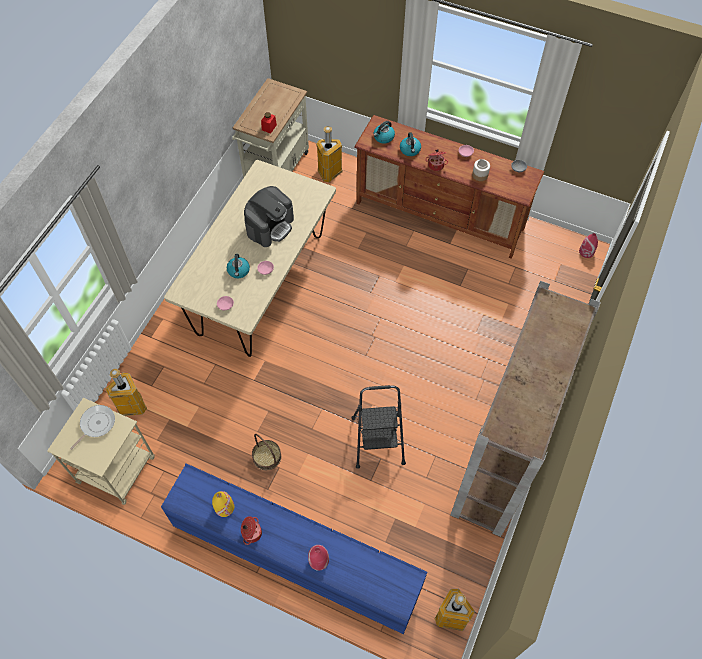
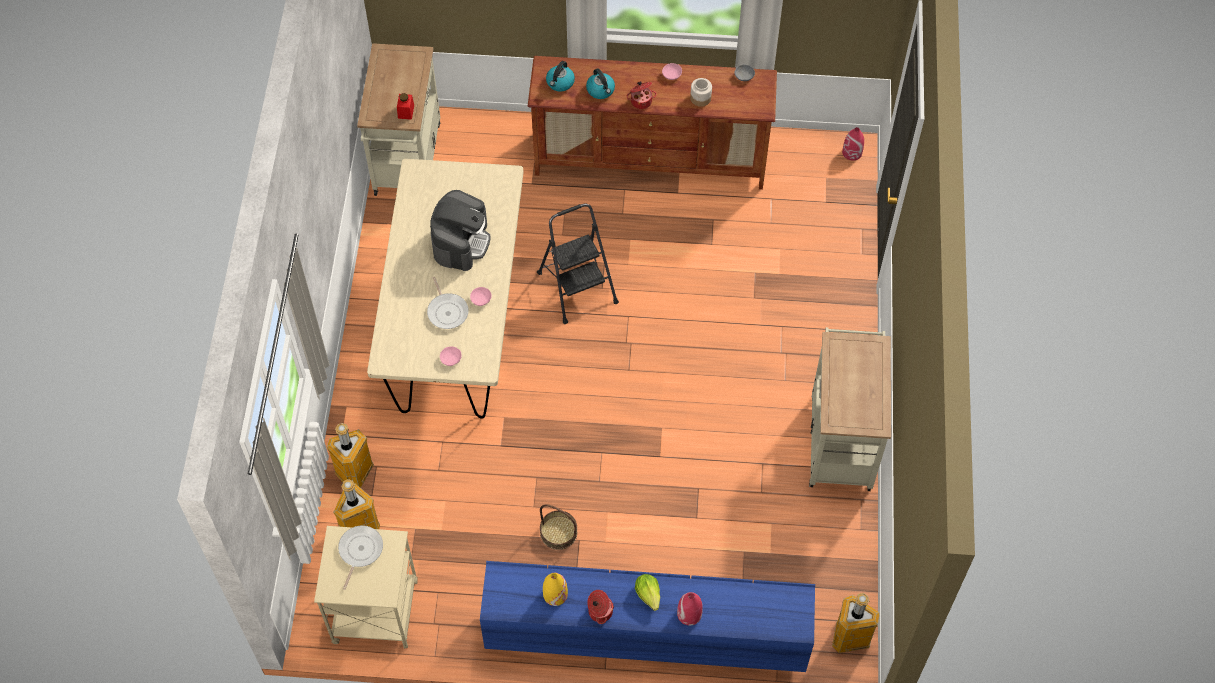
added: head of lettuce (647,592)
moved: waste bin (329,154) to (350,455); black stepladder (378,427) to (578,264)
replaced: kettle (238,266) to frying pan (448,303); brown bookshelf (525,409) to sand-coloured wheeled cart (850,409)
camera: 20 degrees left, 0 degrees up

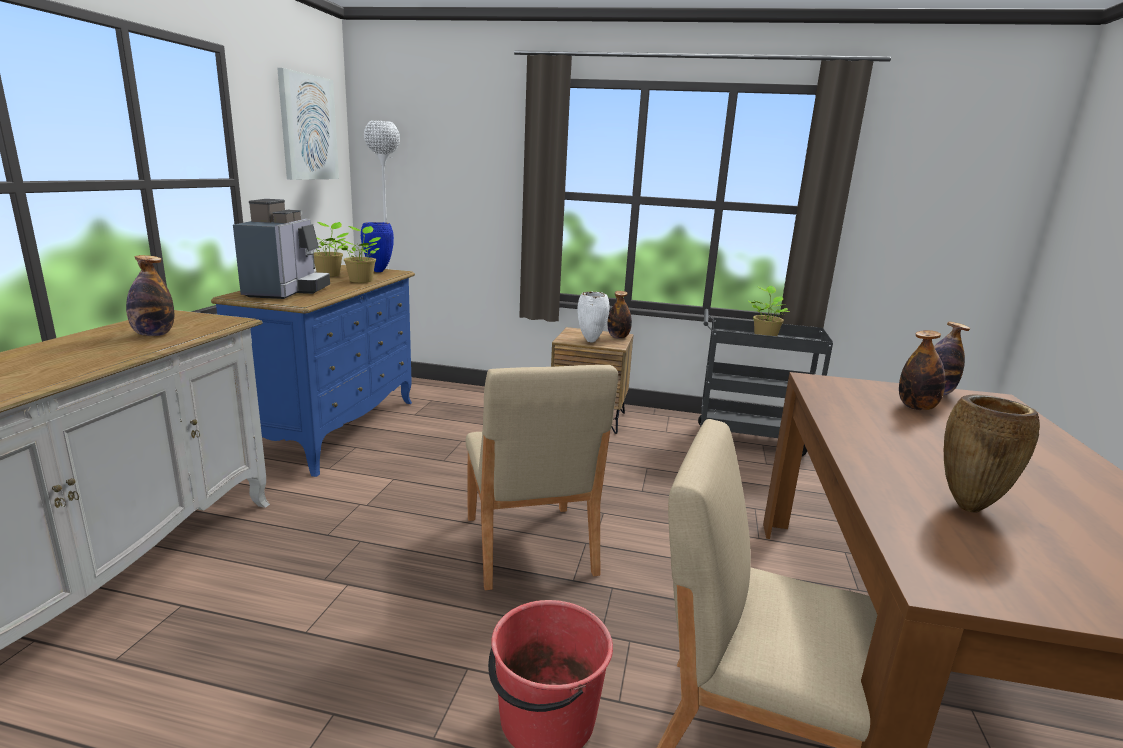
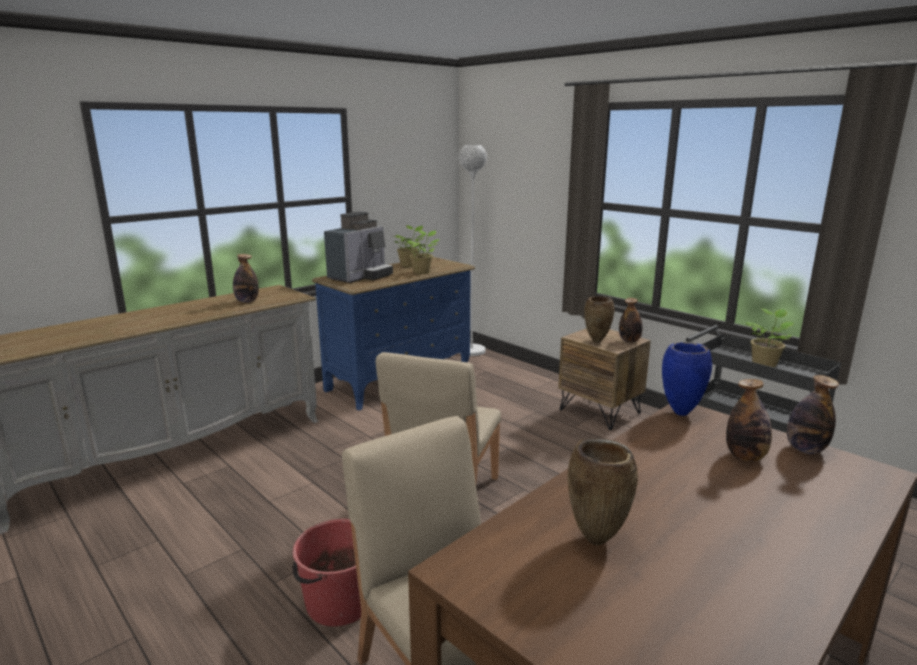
removed: picture (308,124)
moved: blue flower vase (377,247) to (687,379)
recoloured: white-coloured flower vase (593,317) to brown flower vase (599,319)
camera: 35 degrees right, 0 degrees up

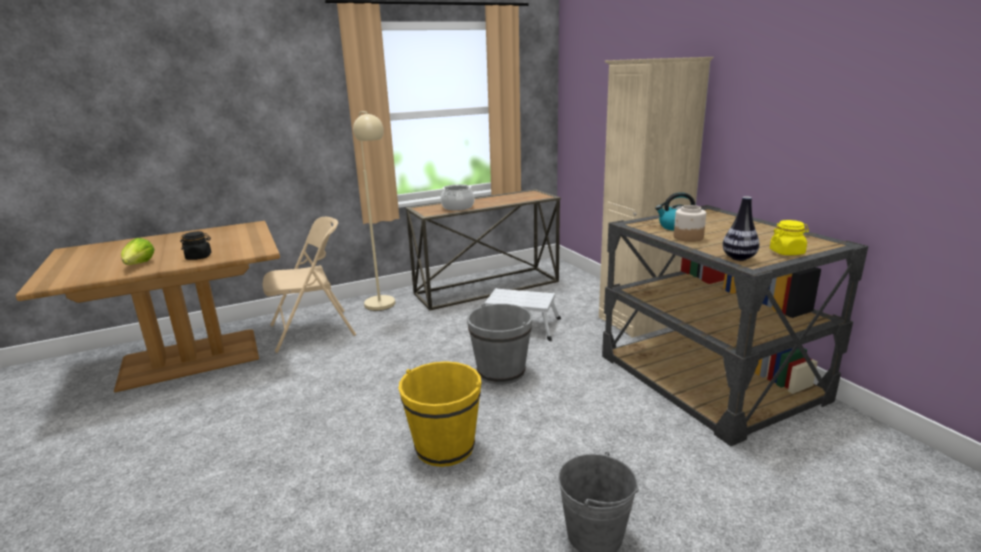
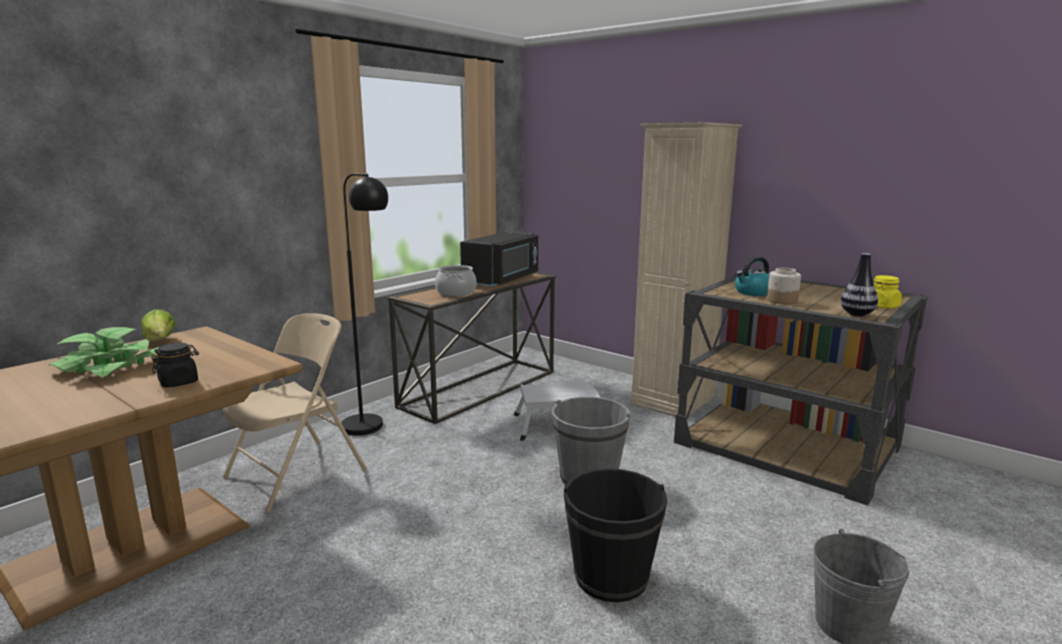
added: plant in a pot (104,352); black microwave (499,259)
moved: head of lettuce (138,251) to (158,325)
recoloured: sand-coloured standing lamp (374,211) to black standing lamp (364,304); yellow pail (440,414) to black pail (615,535)
camera: 25 degrees left, 5 degrees down

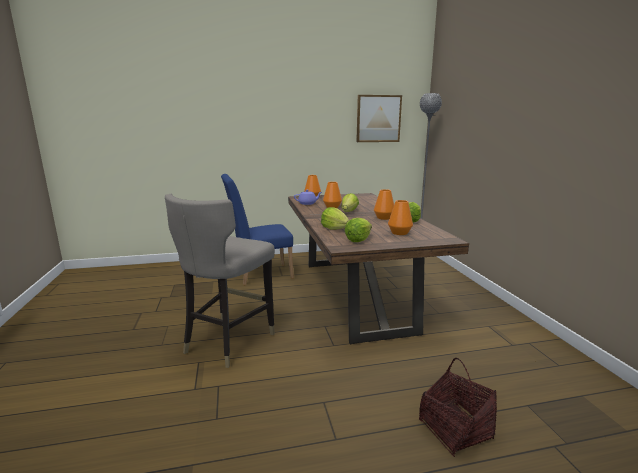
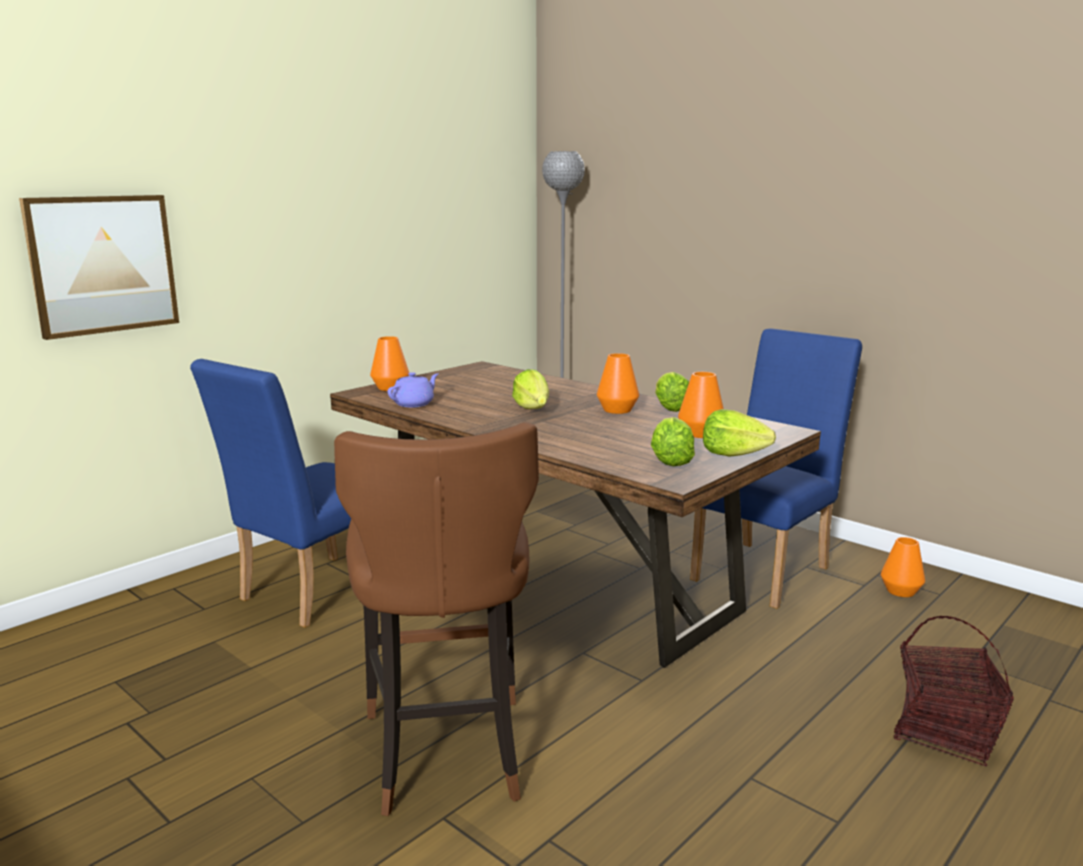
added: blue plain chair (776,468)
moved: head of lettuce (335,218) to (739,433); orange-coloured flower vase (332,195) to (903,567); picture (379,118) to (99,267)
recoloured: grey sitting stool (220,281) to brown sitting stool (436,619)
camera: 35 degrees left, 0 degrees up

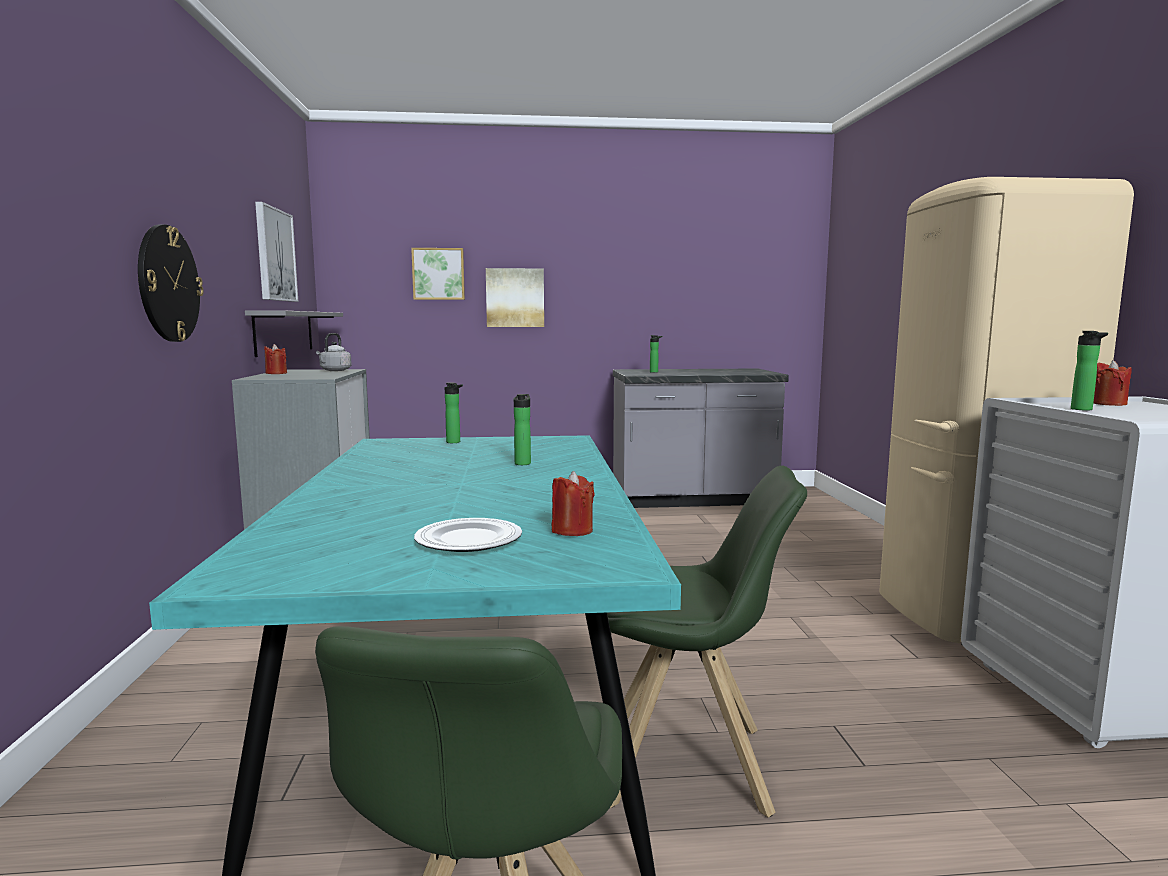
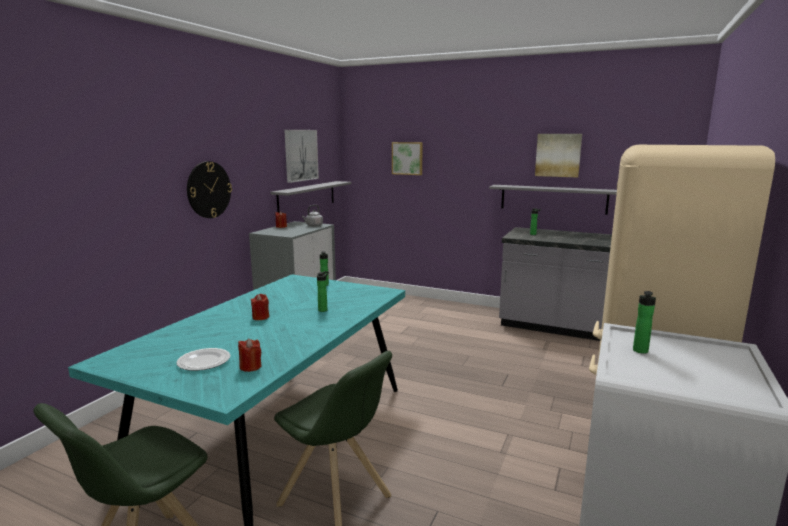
added: grey wall shelf (553,200)
moved: picture (515,297) to (558,156); reddish wax candle (1112,383) to (260,307)
camera: 30 degrees right, 5 degrees up

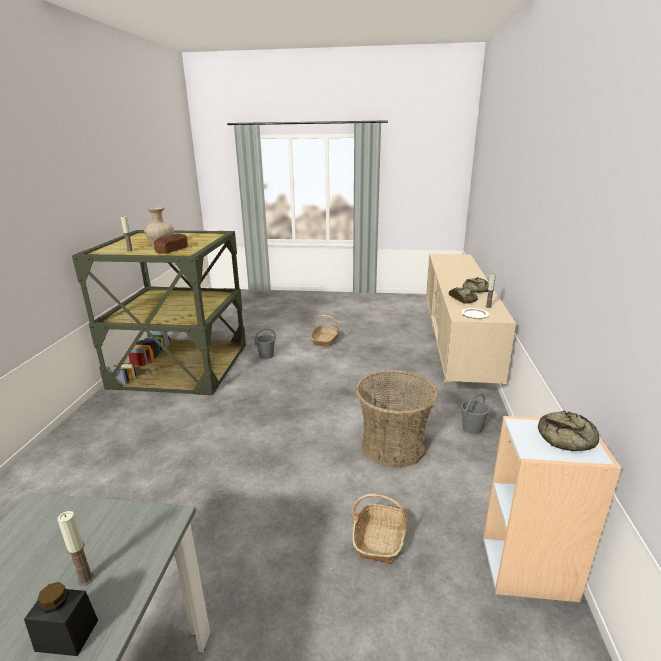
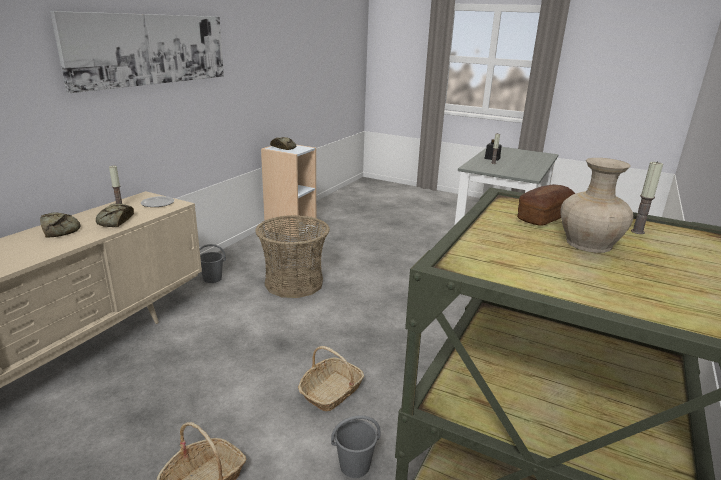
added: picture (137,52)
moved: storage basket (380,529) to (331,378)
camera: 160 degrees left, 0 degrees up

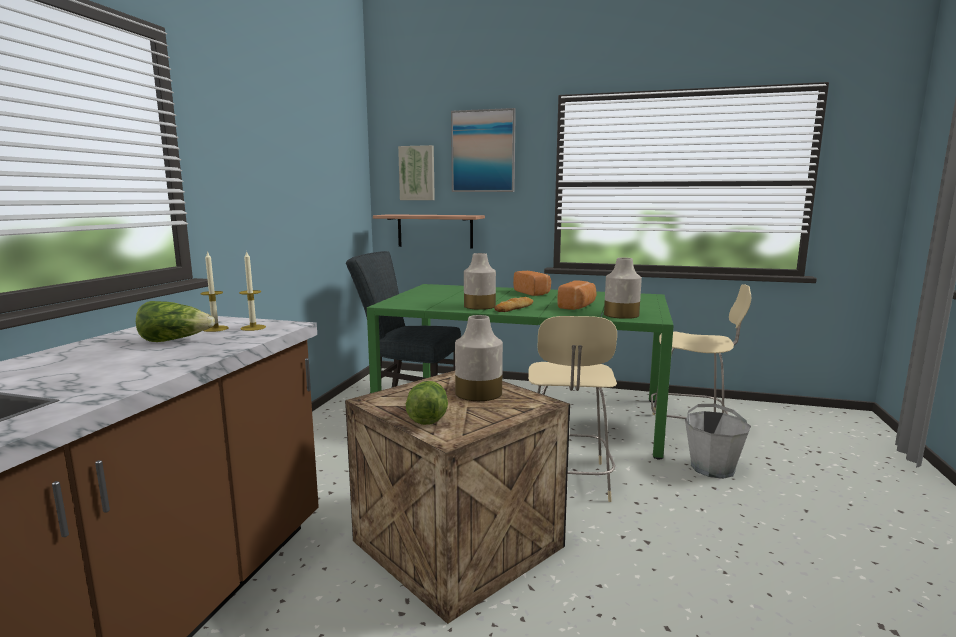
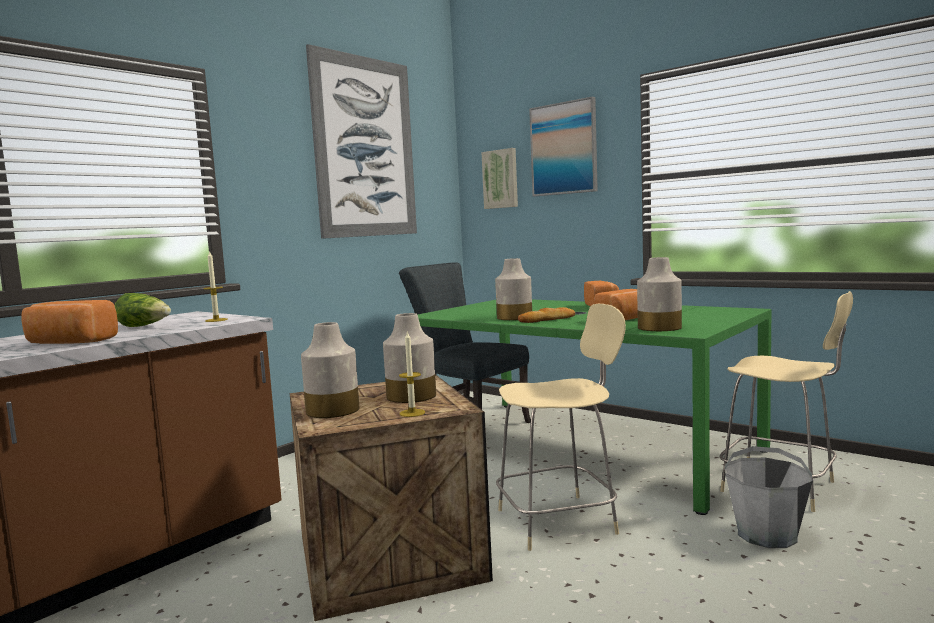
removed: wall shelf (429,231)
added: bakery bread (69,322); picture (361,141)
moved: wax candle (214,291) to (412,374)
replaced: head of lettuce (427,403) to sand-coloured flower vase (330,370)
turned: sand-coloured plain chair (572,409) = (561,427) 135 degrees counterclockwise
camera: 25 degrees right, 5 degrees down

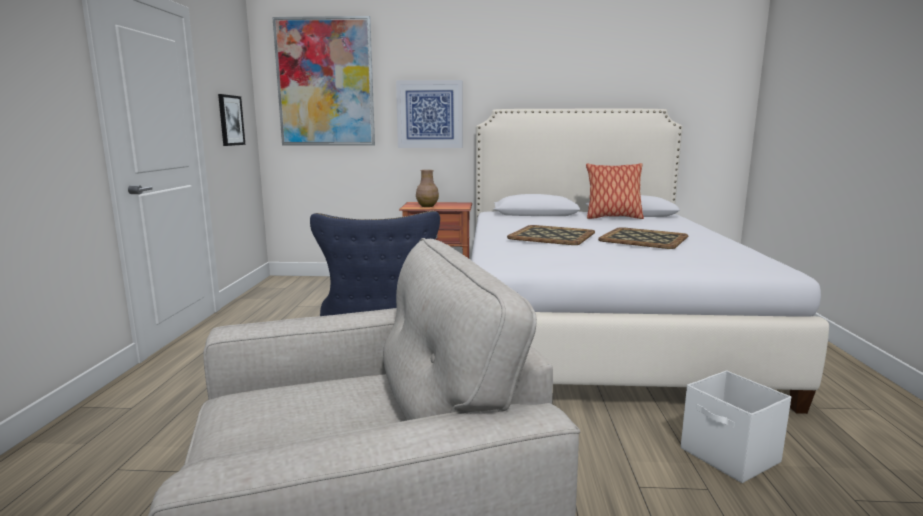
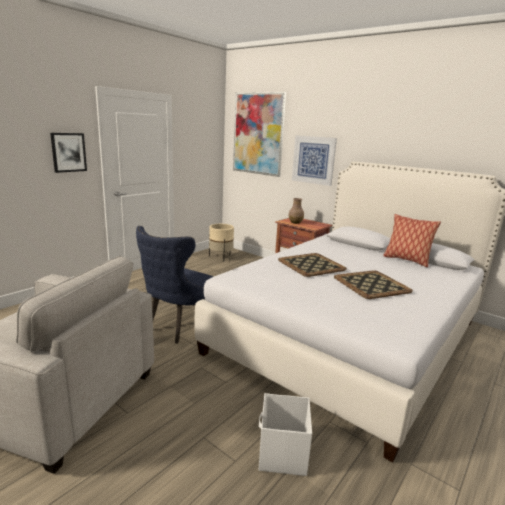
added: sand-coloured plant pot (221,240)
moved: picture (231,120) to (68,153)
camera: 35 degrees right, 5 degrees up

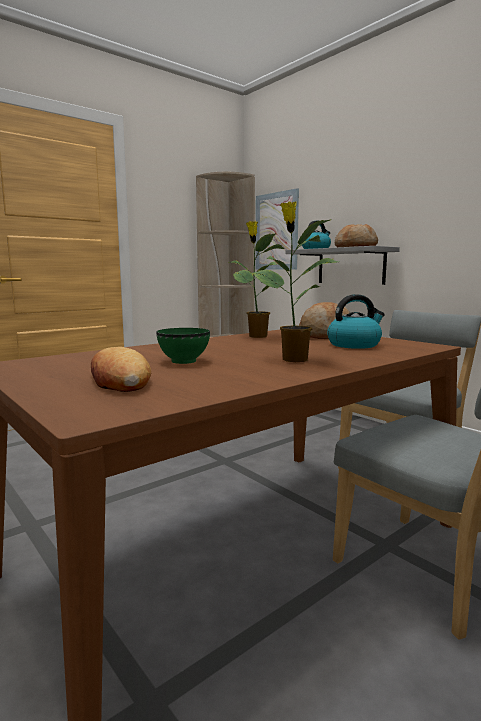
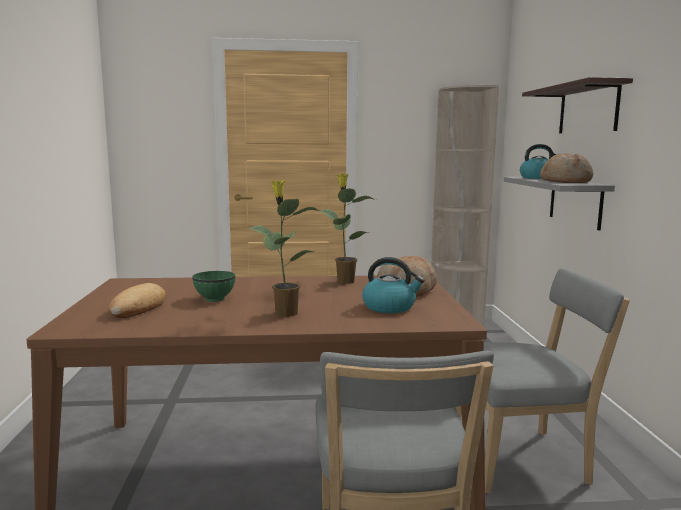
removed: picture (277,229)
added: wall shelf (577,105)
camera: 35 degrees right, 0 degrees up

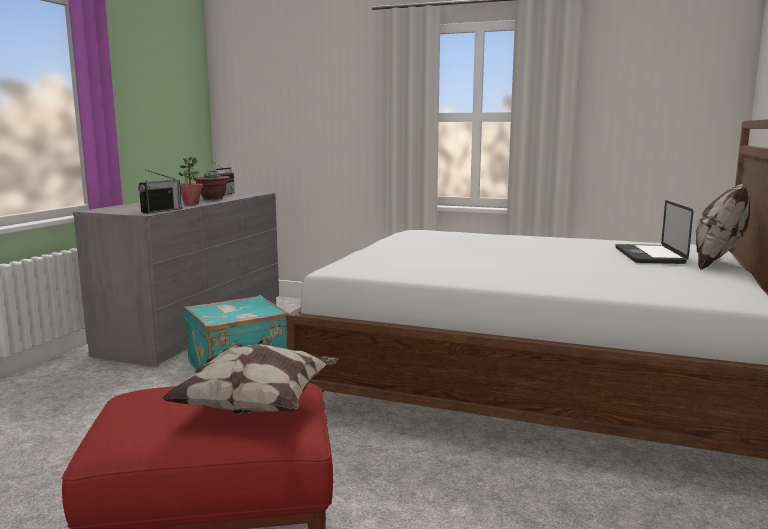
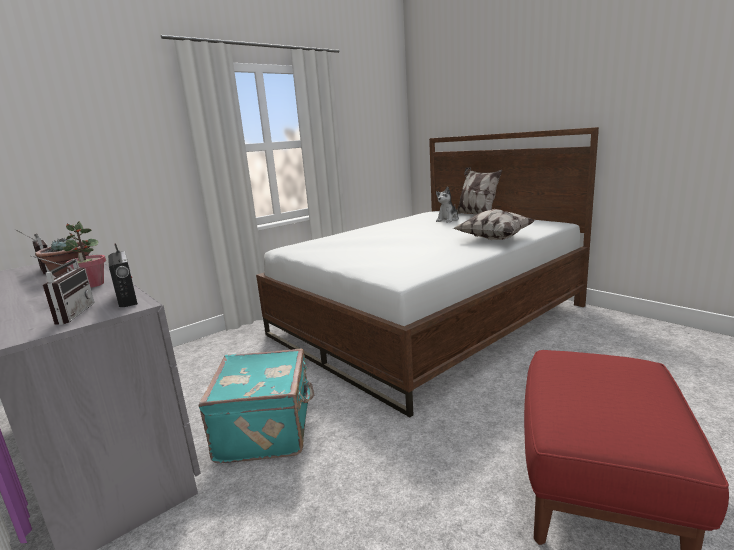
added: radio set (62,290)
moved: throw pillow (249,379) to (494,224)
replaced: notebook computer (654,232) to soft toy (447,205)
camera: 60 degrees left, 5 degrees up

